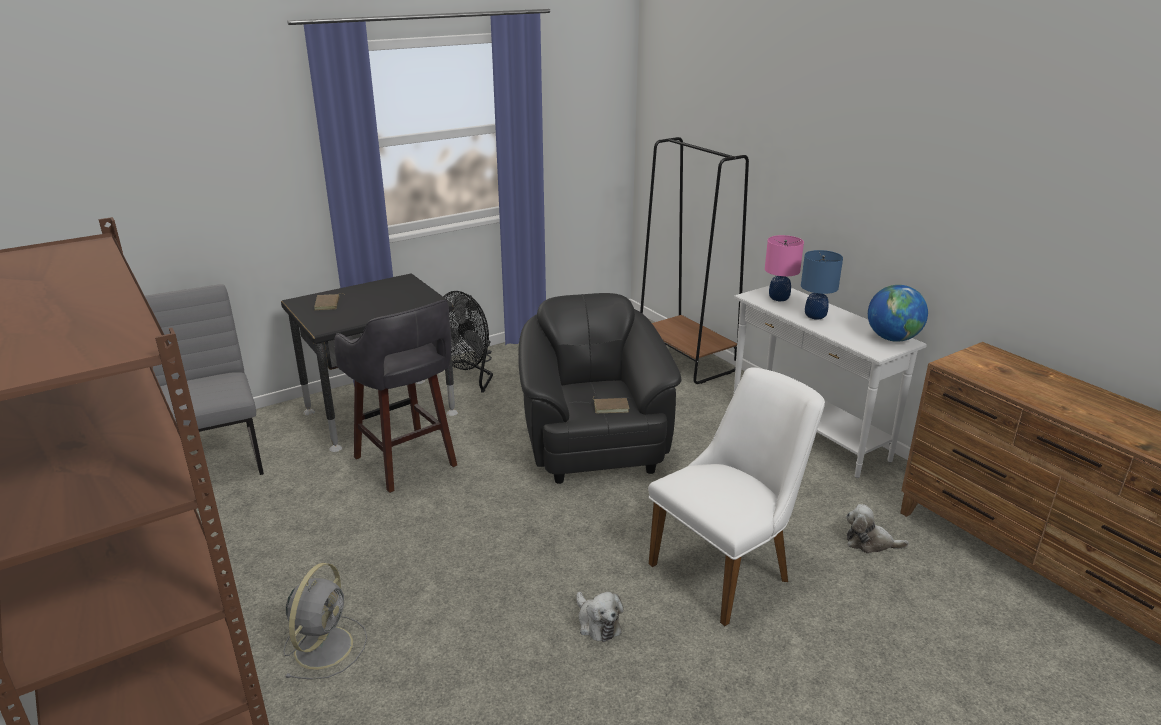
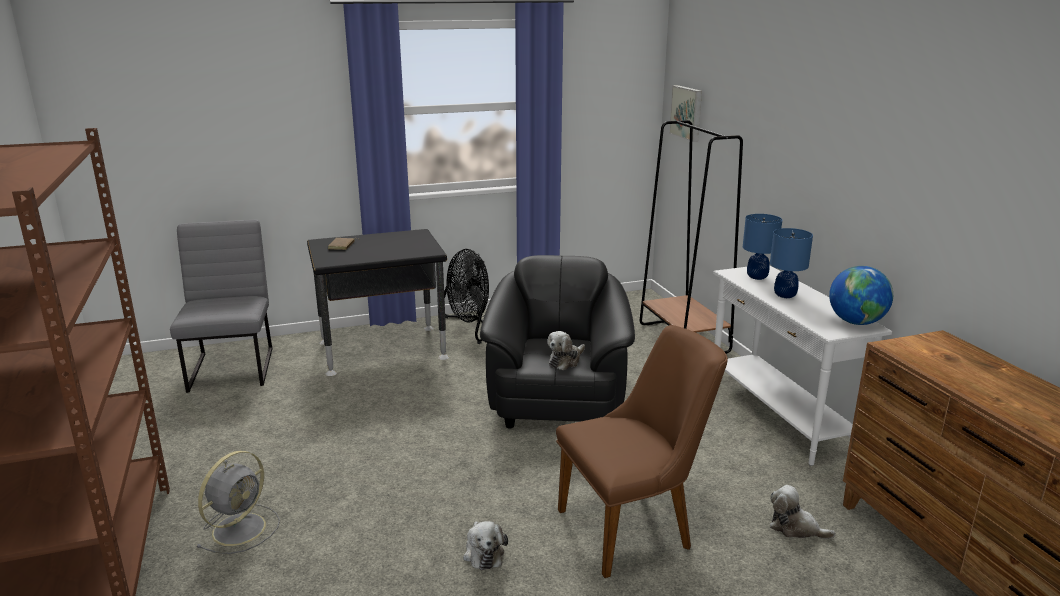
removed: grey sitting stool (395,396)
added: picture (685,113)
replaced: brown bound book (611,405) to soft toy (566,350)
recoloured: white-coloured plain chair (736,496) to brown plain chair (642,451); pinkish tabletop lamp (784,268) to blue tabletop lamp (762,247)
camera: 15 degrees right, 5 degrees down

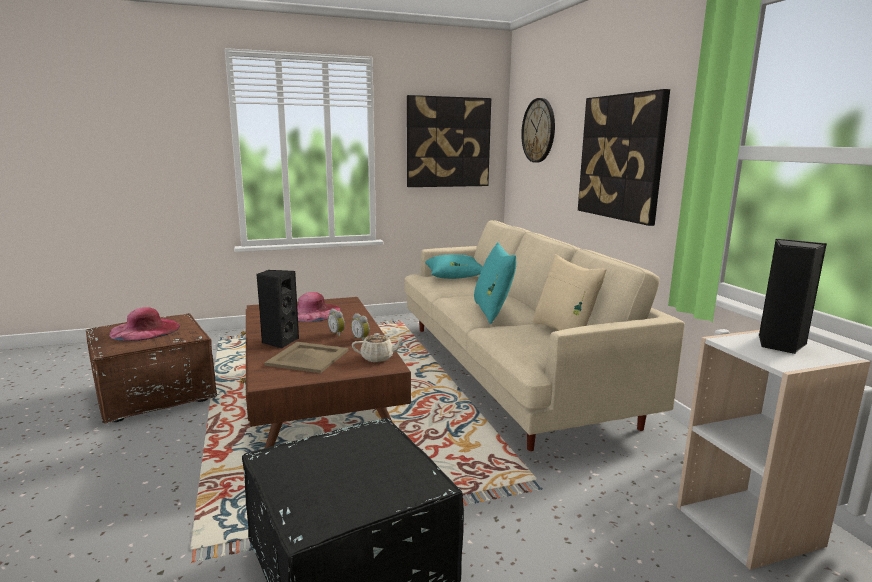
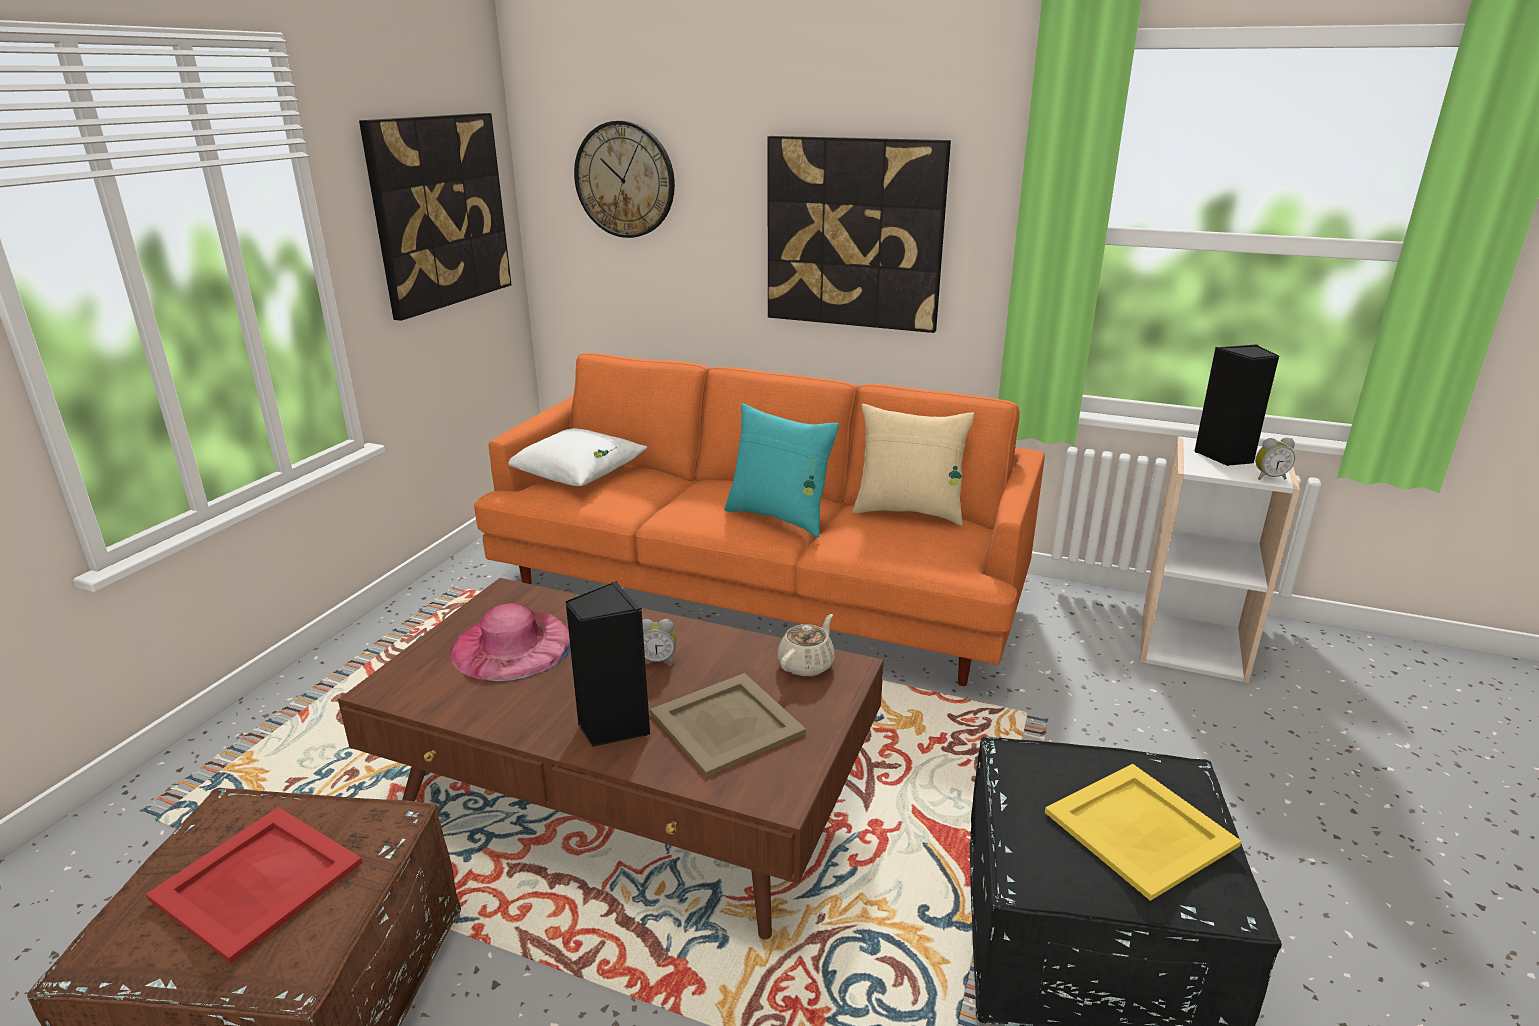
added: yellow tray (1143,832)
moved: table clock (360,327) to (1275,459)
replaced: pinkish hat (144,324) to reddish tray (254,885)
recoloured: sand-coloured sofa (545,335) to orange-coloured sofa (759,519); turquoise throw pillow (454,267) to white-coloured throw pillow (577,457)
camera: 50 degrees left, 10 degrees up

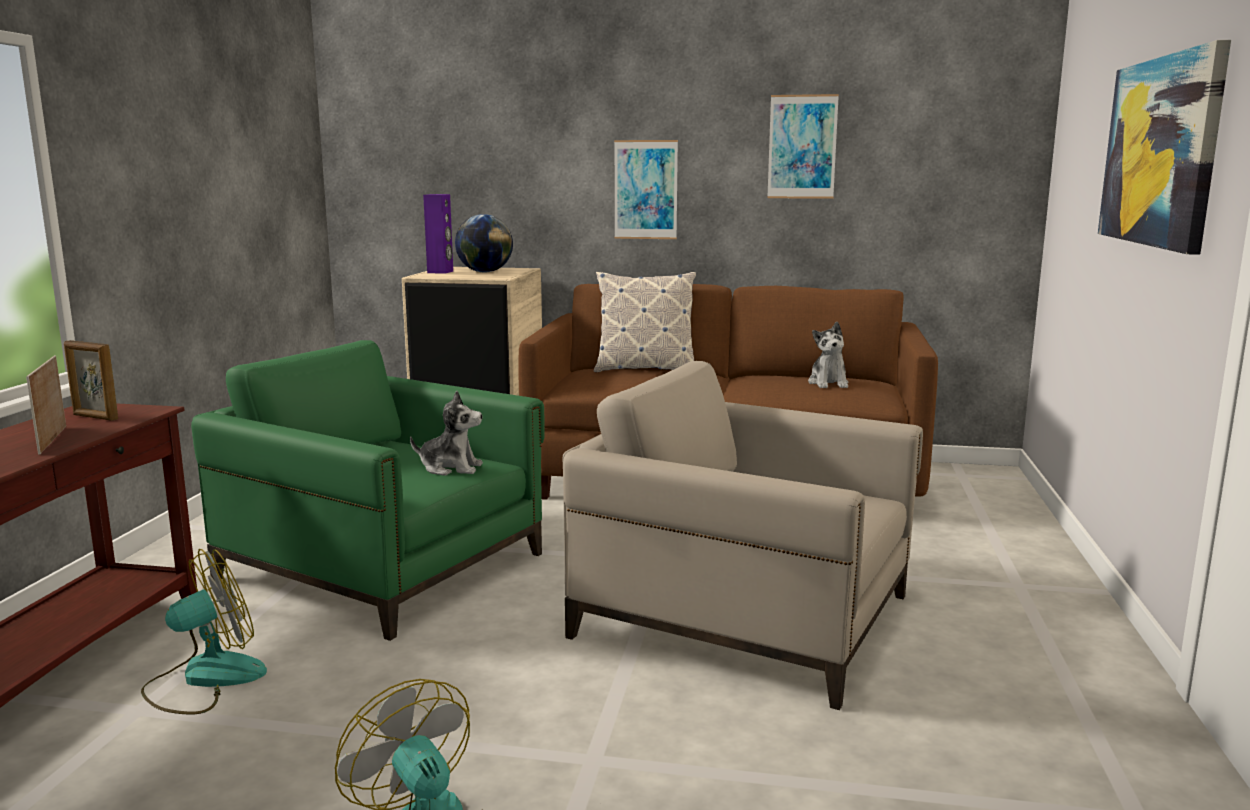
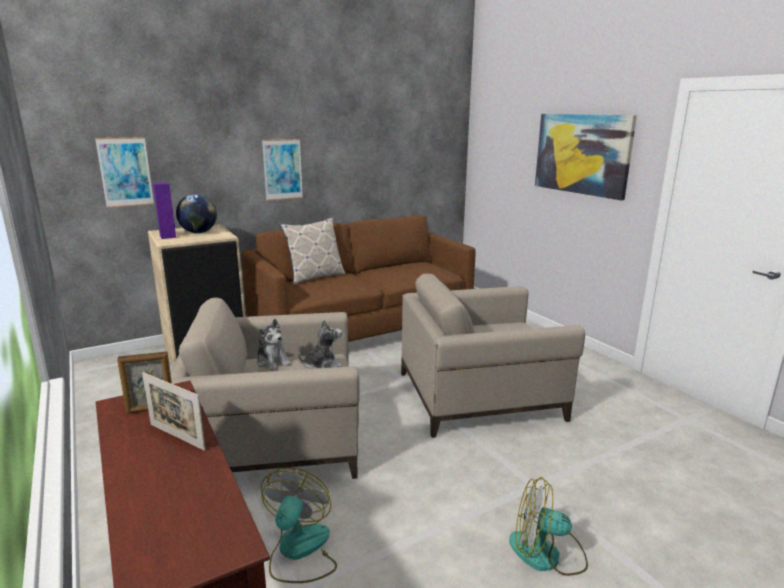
moved: picture (803,146) to (124,172); soft toy (828,355) to (274,345)
recoloured: green easy chair (368,490) to sand-coloured easy chair (265,388)
camera: 40 degrees left, 5 degrees up

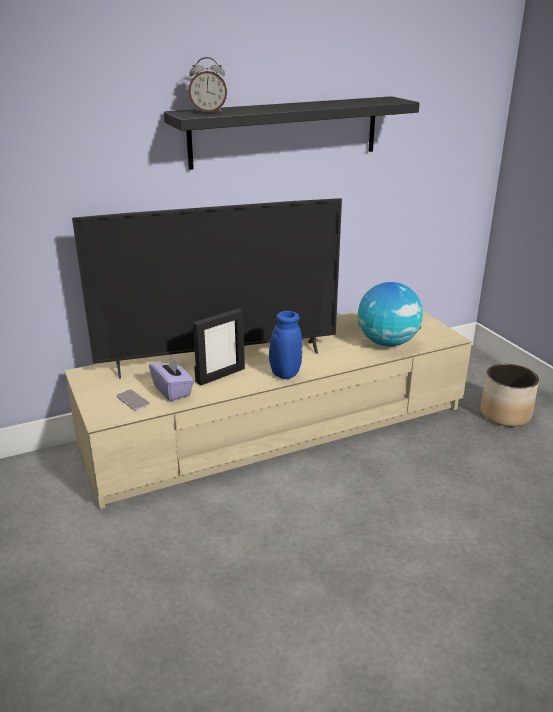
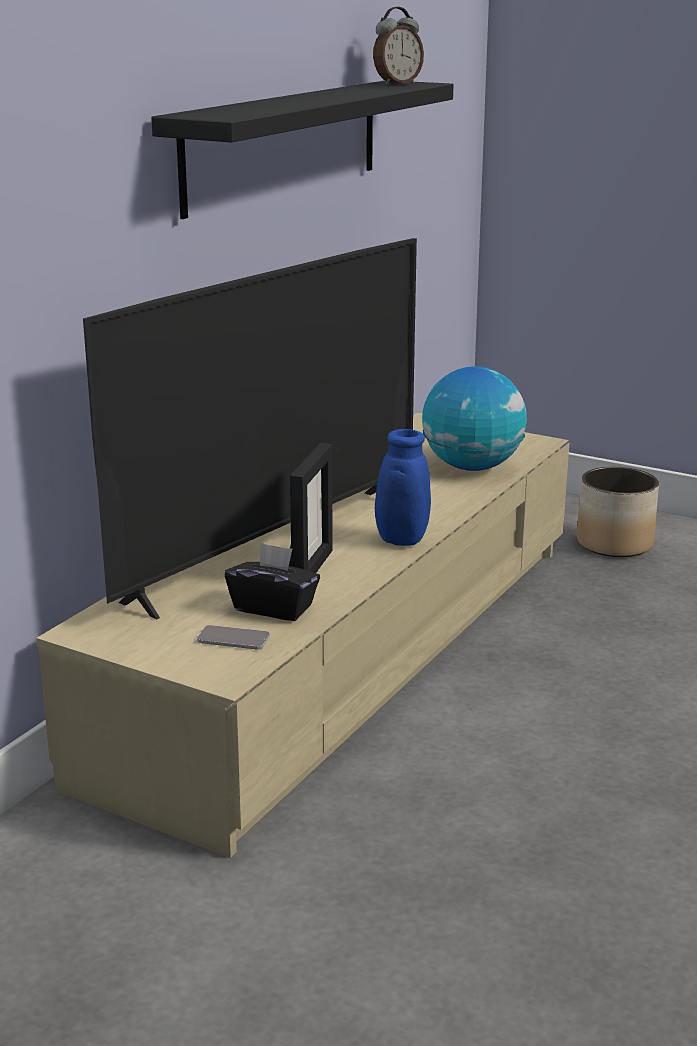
moved: table clock (207,84) to (398,46)
recoloured: purplish tissue box (171,377) to black tissue box (272,582)
camera: 35 degrees left, 5 degrees down

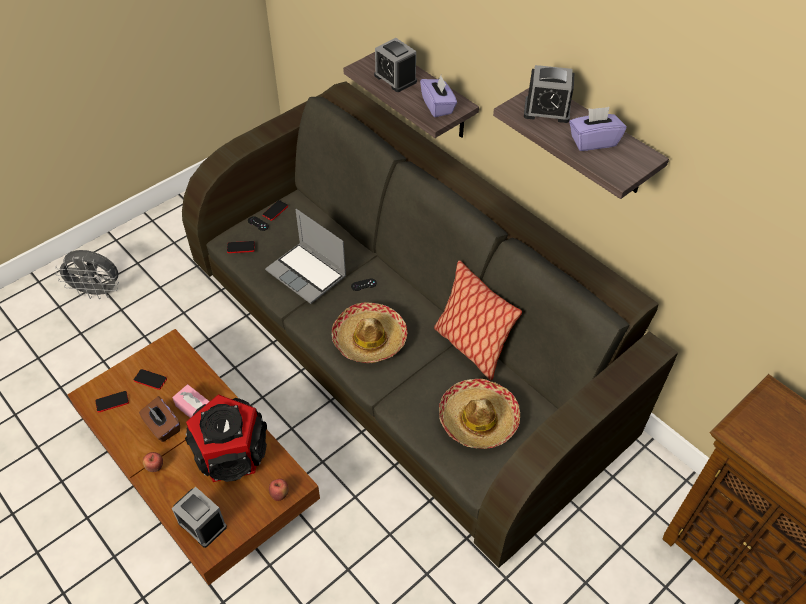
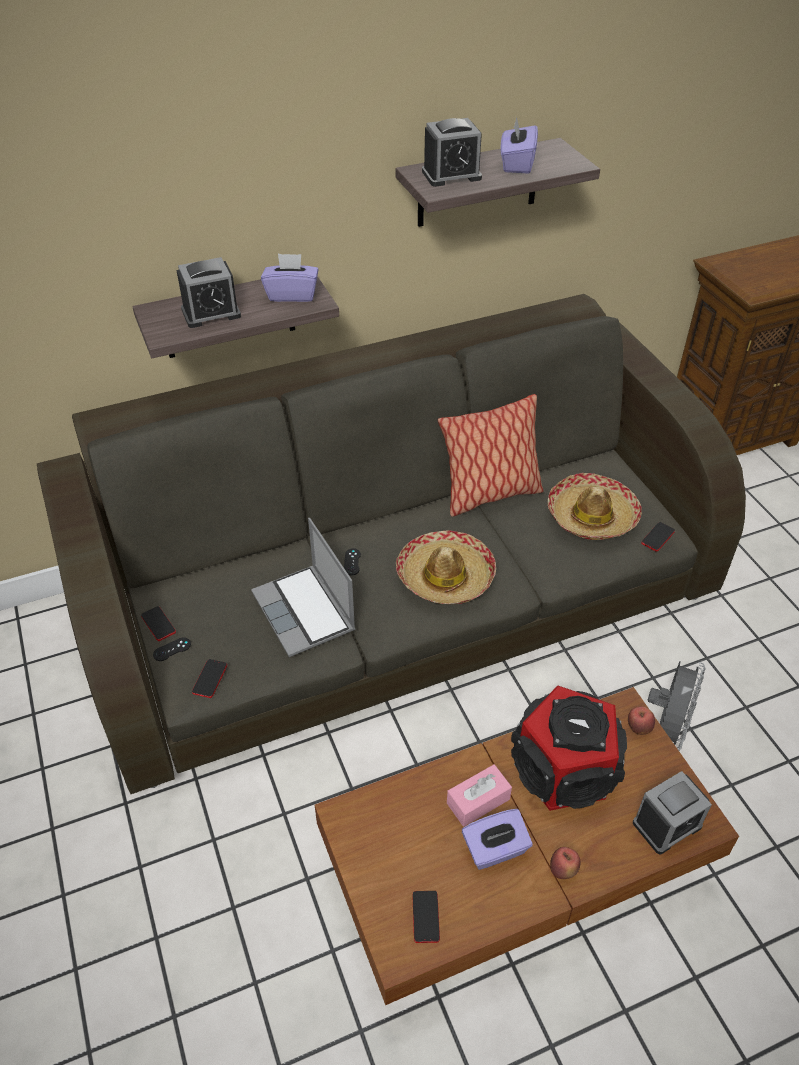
moved: grey fan (87,274) to (676,706); phone (150,379) to (658,537)
recoloured: brown tissue box (159,419) to purplish tissue box (497,839)
turned: notebook computer (305,256) = (303,587) 90 degrees clockwise; table clock (549,94) = (452,152) 45 degrees clockwise
camera: 70 degrees left, 5 degrees down

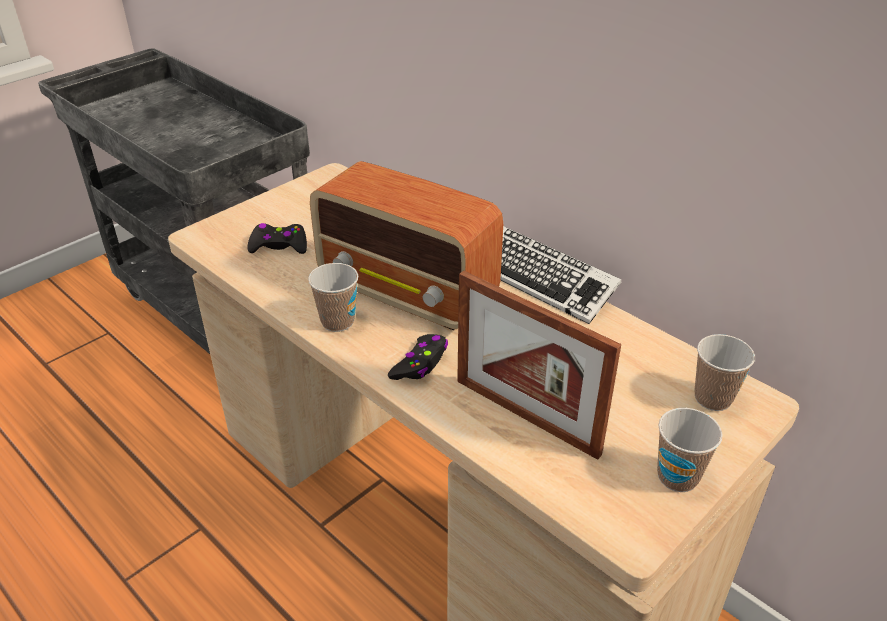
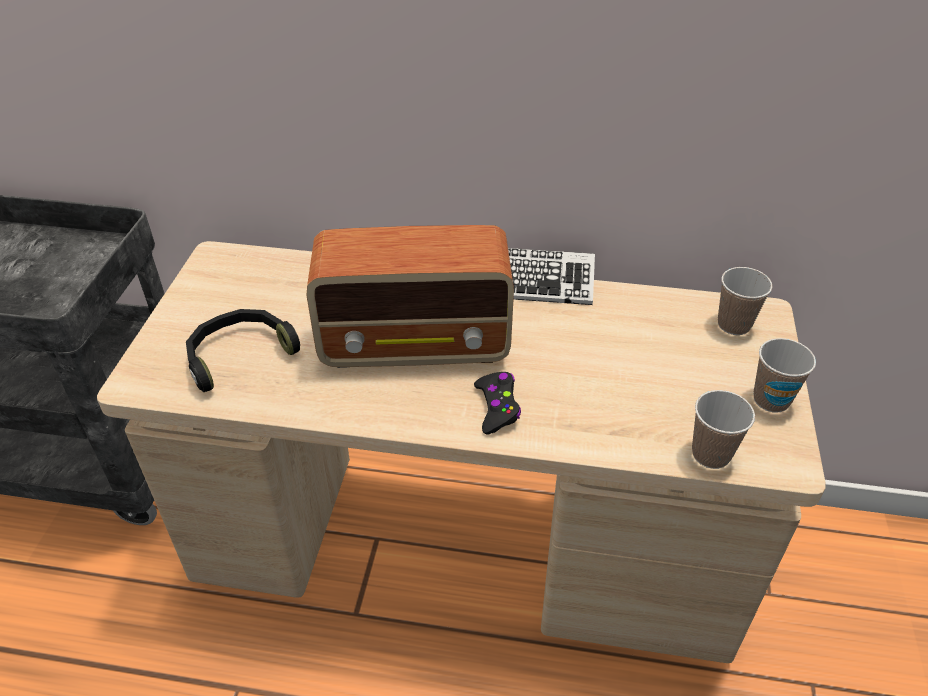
removed: photo frame (539,365)
moved: cup (333,297) to (723,429)
replaced: black gamepad (277,238) to black headphones (243,350)
camera: 35 degrees left, 5 degrees up

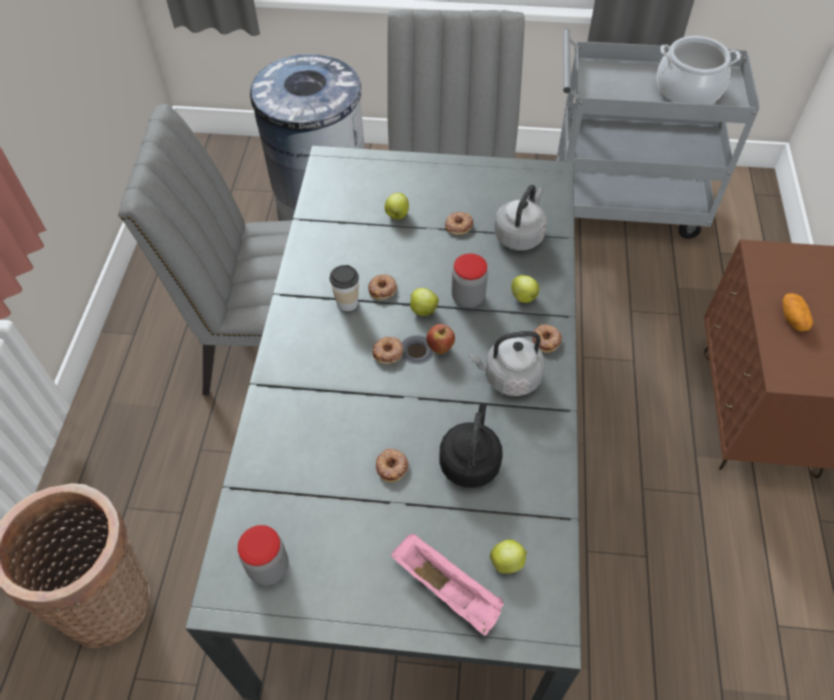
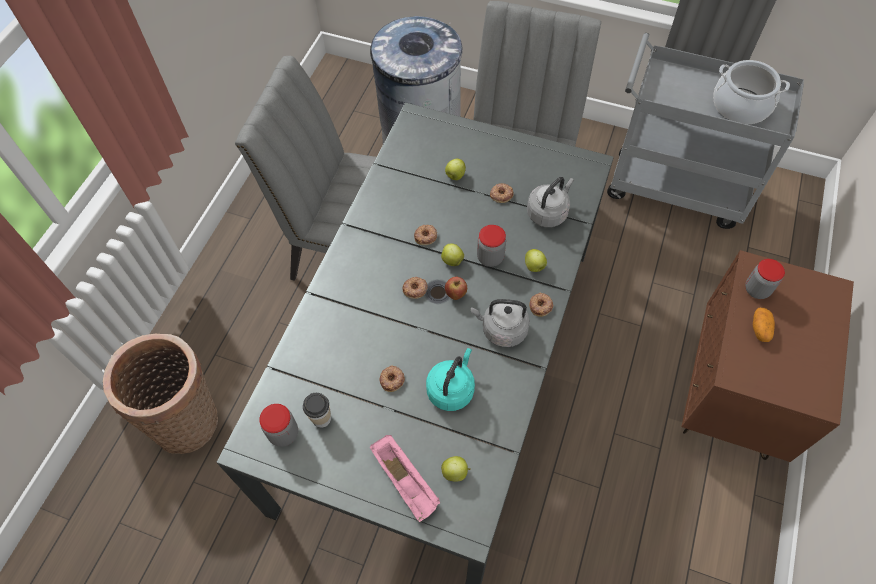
added: storage jar (765,279)
moved: cup (344,288) to (317,410)
recoloured: black kettle (471,445) to turquoise kettle (450,379)
camera: 15 degrees right, 5 degrees up

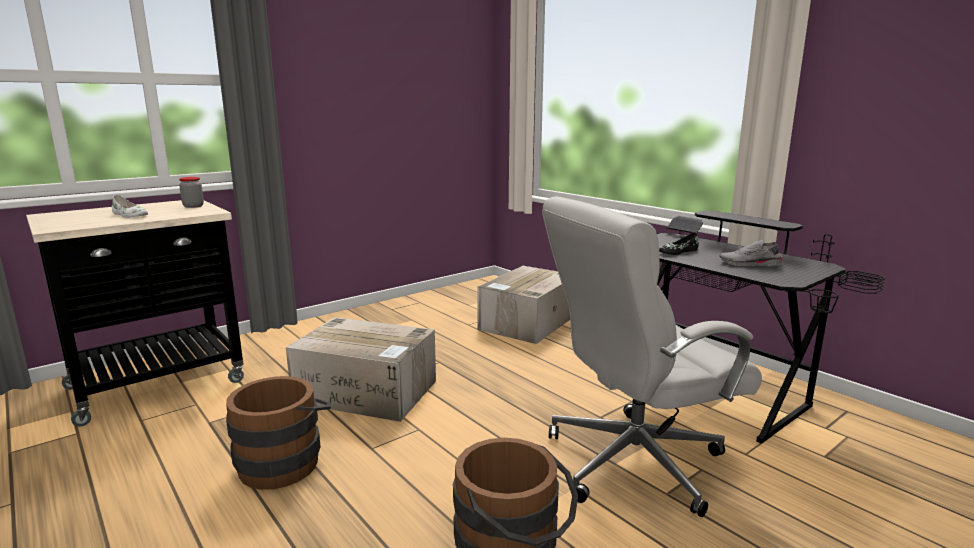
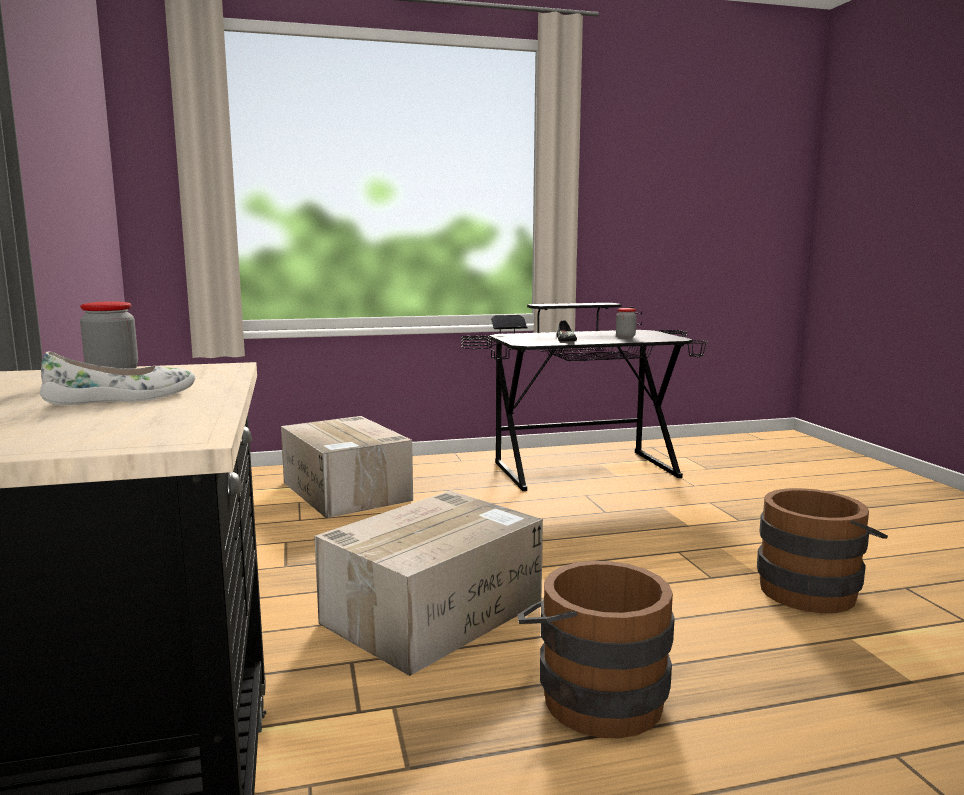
removed: grey computer chair (652,356)
replaced: grey shoe (751,253) to storage jar (626,323)
camera: 65 degrees left, 5 degrees down

